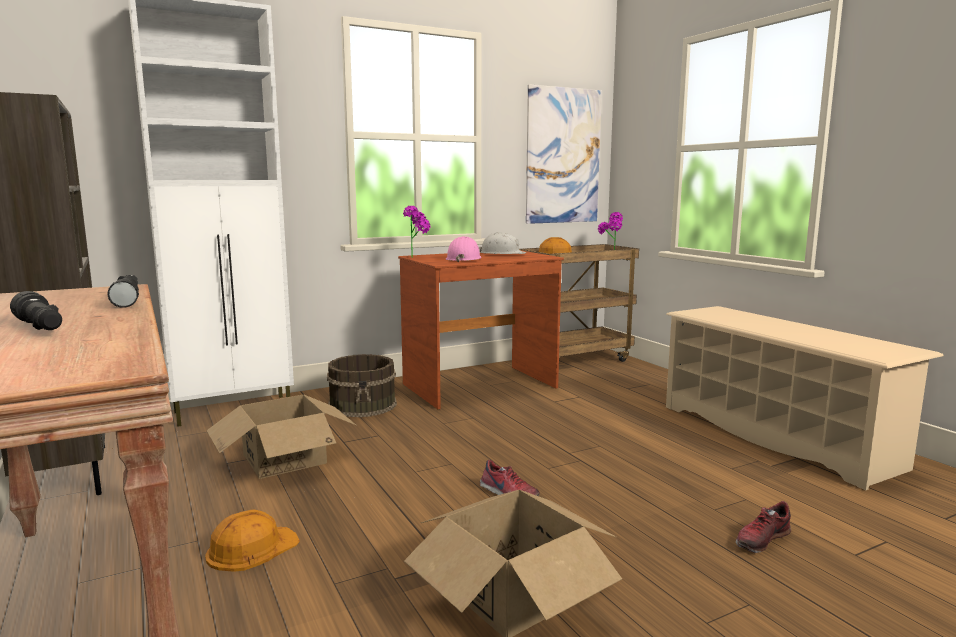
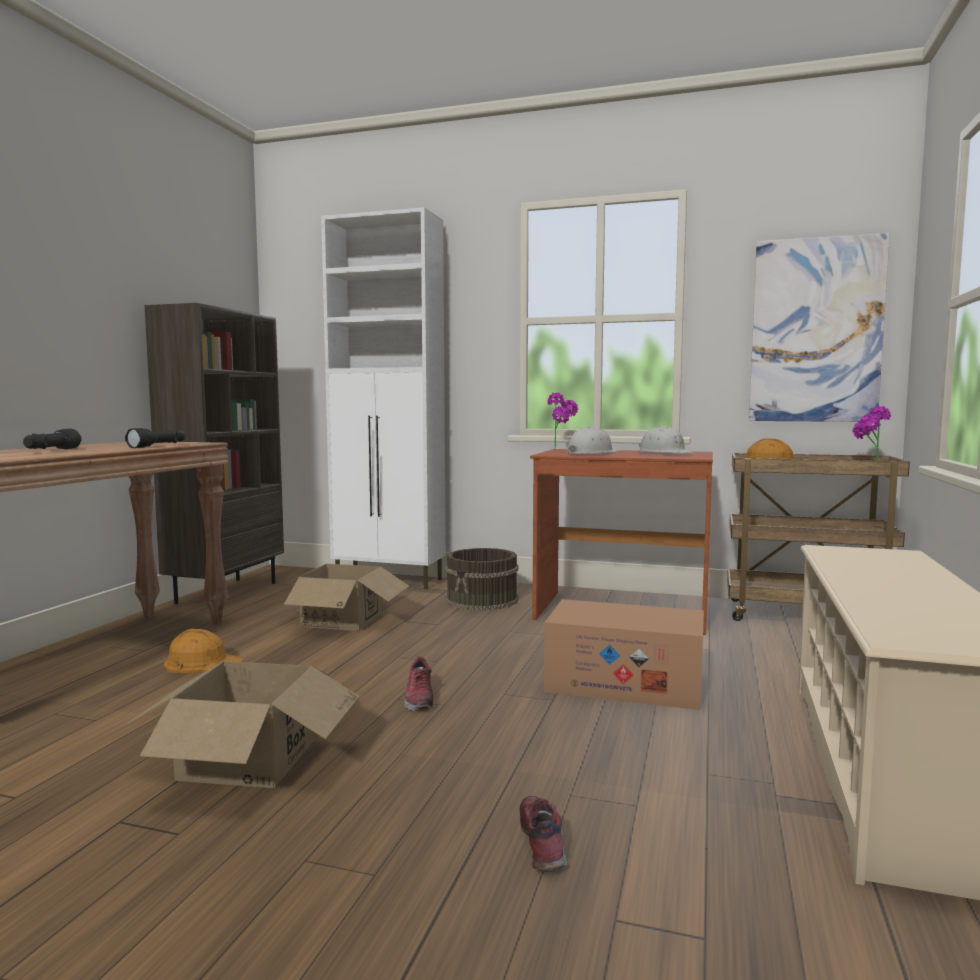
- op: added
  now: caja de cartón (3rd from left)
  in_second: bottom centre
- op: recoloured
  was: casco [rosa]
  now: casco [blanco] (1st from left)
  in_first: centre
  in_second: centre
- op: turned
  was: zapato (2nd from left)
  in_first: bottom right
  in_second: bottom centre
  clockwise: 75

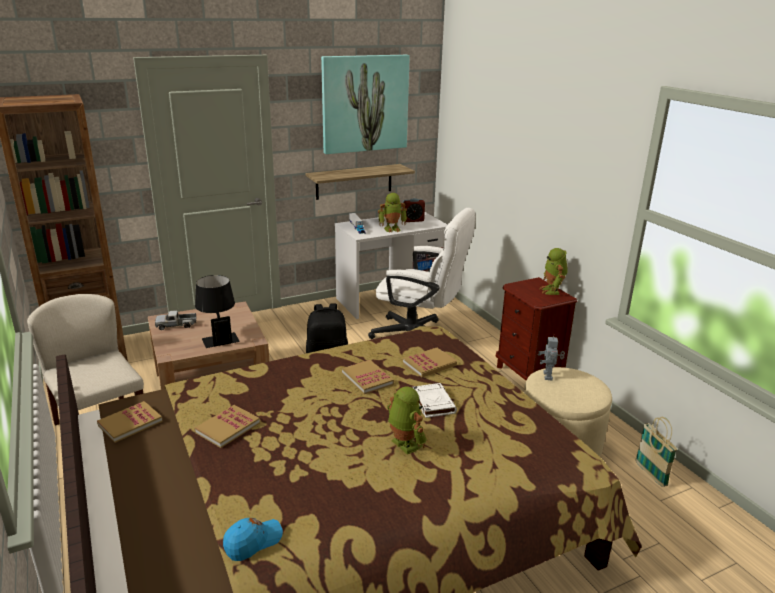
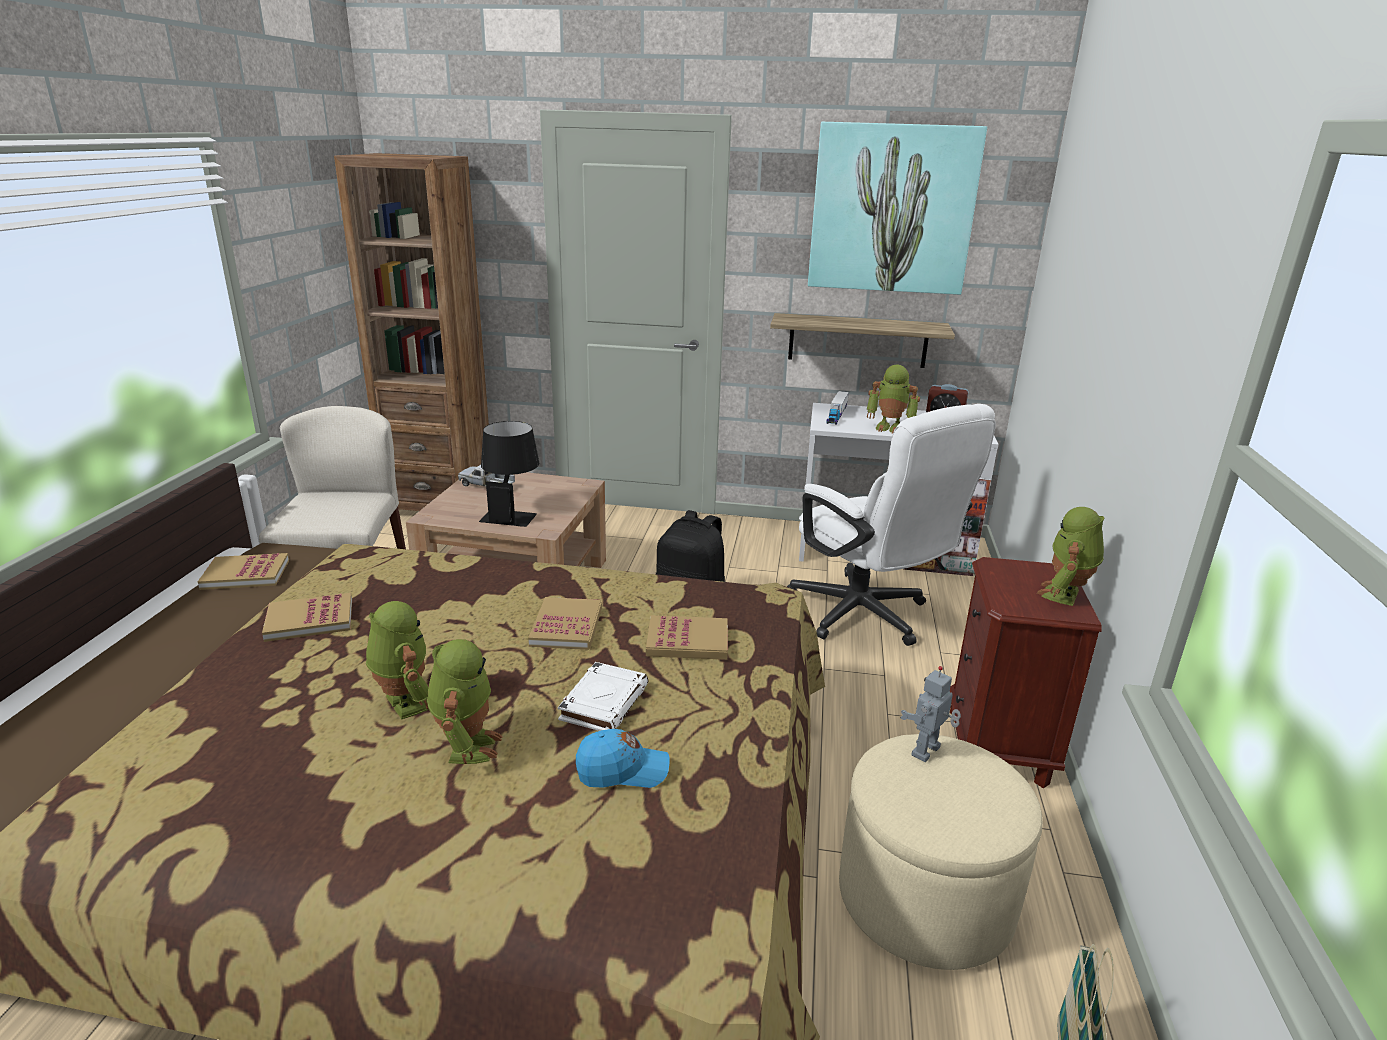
- op: added
  now: robot de juguete (1st from left)
  in_second: middle left
- op: moved
  was: gorra [azul]
  in_first: bottom left
  in_second: bottom centre

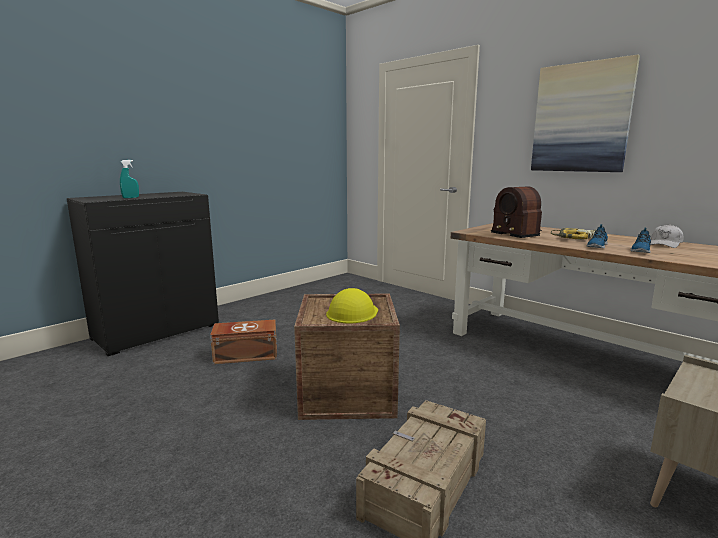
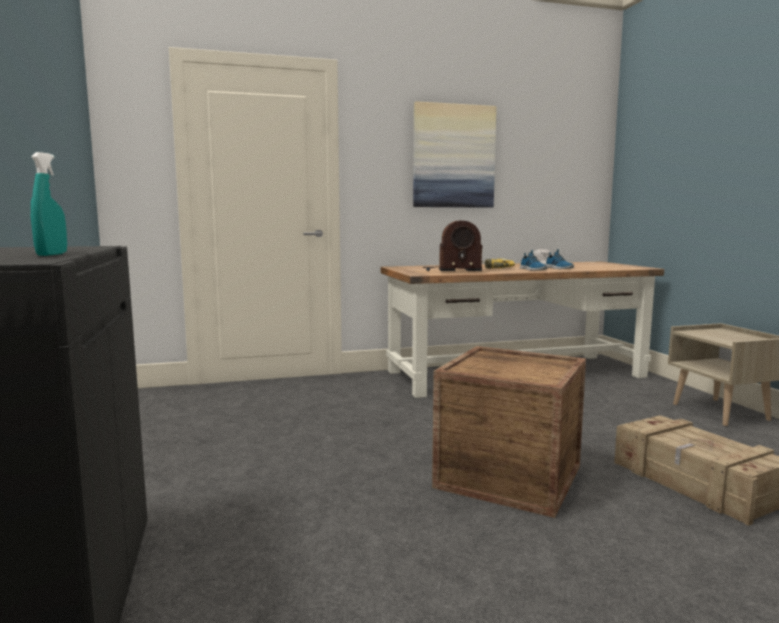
- op: removed
  was: caja de almacenaje [marrón]
  in_first: centre
- op: removed
  was: casco [amarillo]
  in_first: centre

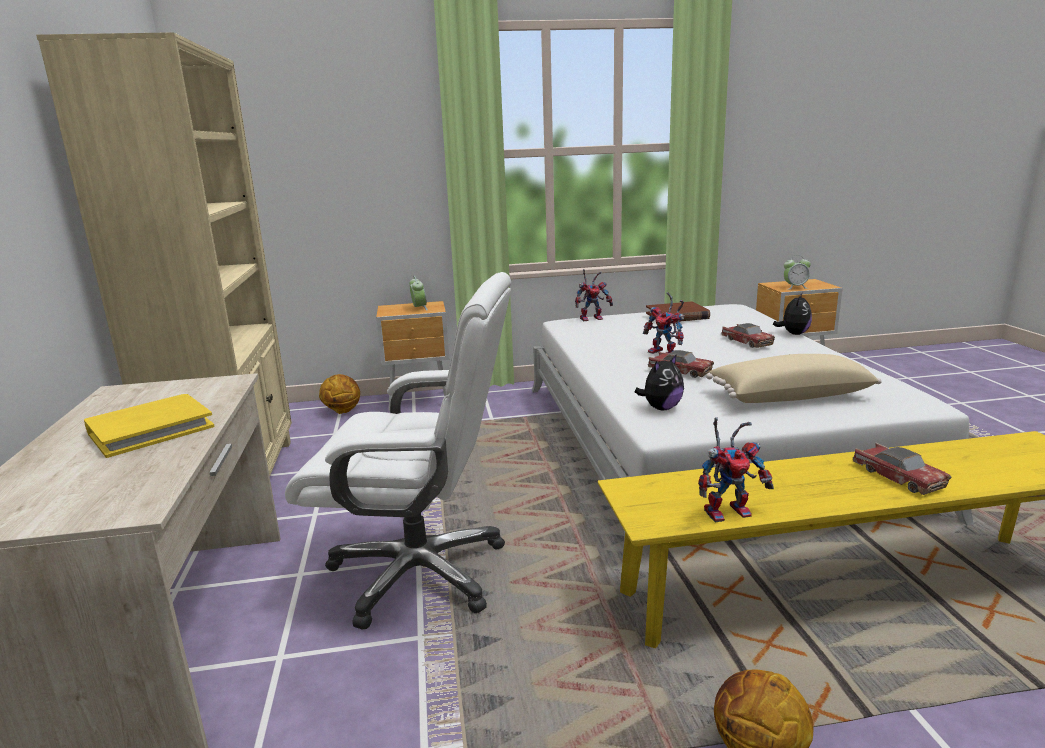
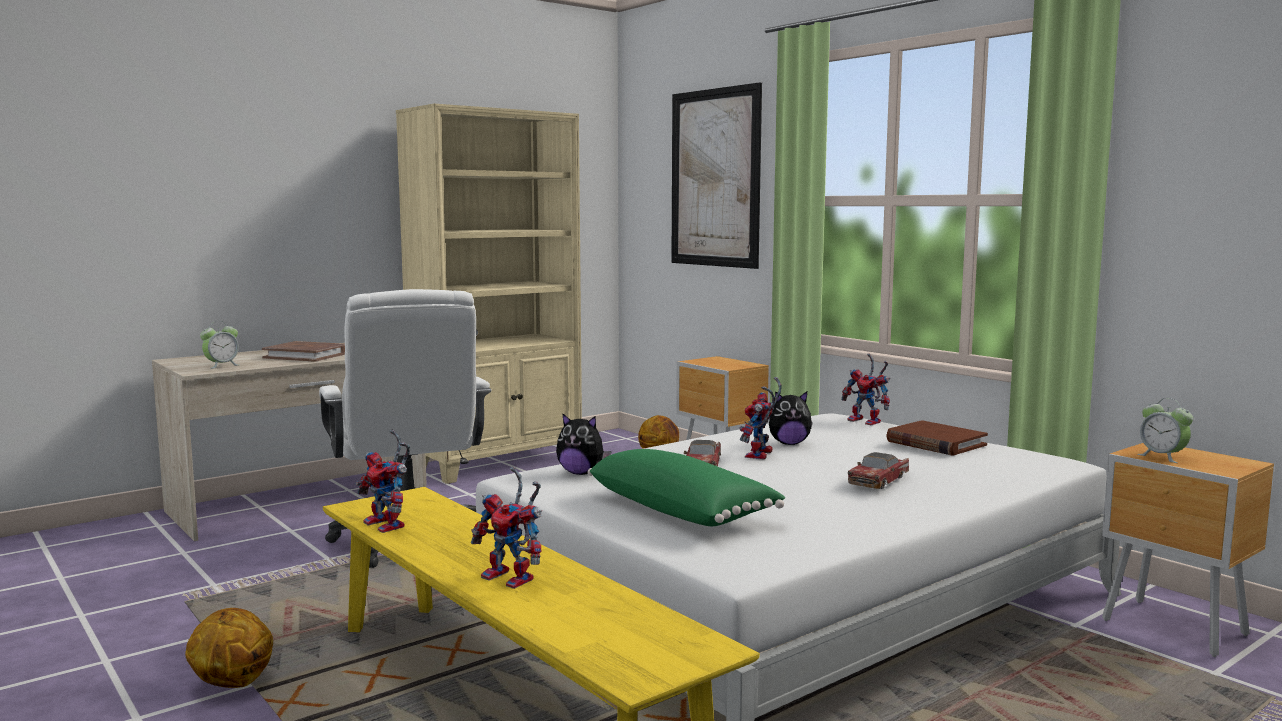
- op: added
  now: cuadro
  in_second: top centre
- op: moved
  was: despertador (1st from left)
  in_first: centre
  in_second: middle left
- op: moved
  was: peluche (2nd from left)
  in_first: middle right
  in_second: centre
- op: replaced
  was: coche de juguete (3rd from left)
  now: robot de juguete (2nd from left)
  in_first: middle right
  in_second: bottom centre
- op: recoloured
  was: libro [amarillo]
  now: libro [marrón] (1st from left)
  in_first: middle left
  in_second: middle left
- op: recoloured
  was: cojín [beis]
  now: cojín [verde]
  in_first: middle right
  in_second: bottom centre

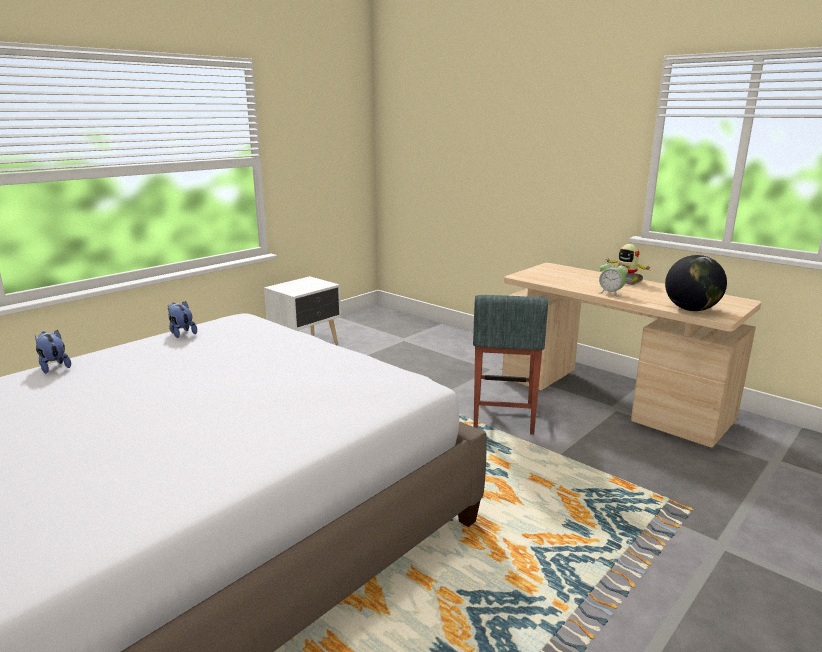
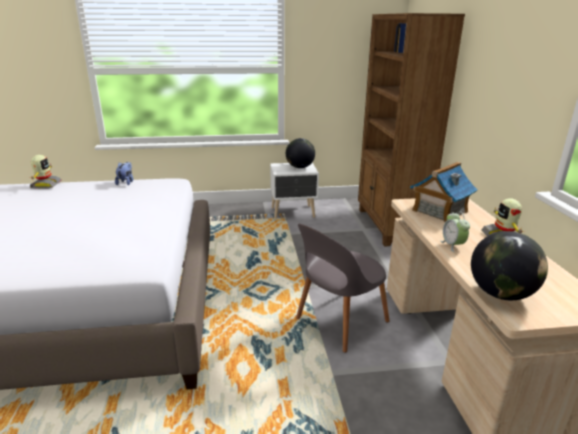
- op: added
  now: globo terráqueo (1st from left)
  in_second: centre
- op: added
  now: estantería [marrón]
  in_second: top right
- op: added
  now: casita
  in_second: middle right
- op: replaced
  was: peluche (1st from left)
  now: robot de juguete (1st from left)
  in_first: middle left
  in_second: middle left
- op: replaced
  was: taburete [gris]
  now: silla [gris]
  in_first: centre
  in_second: centre

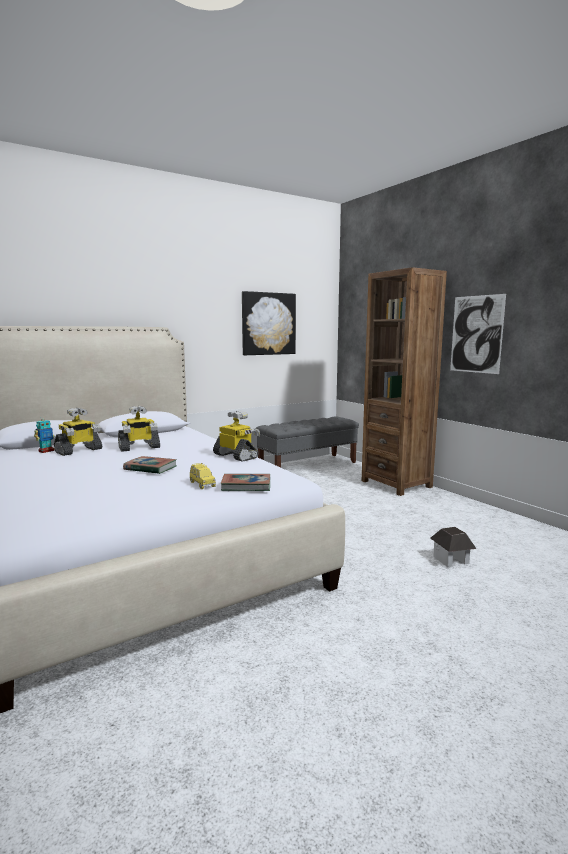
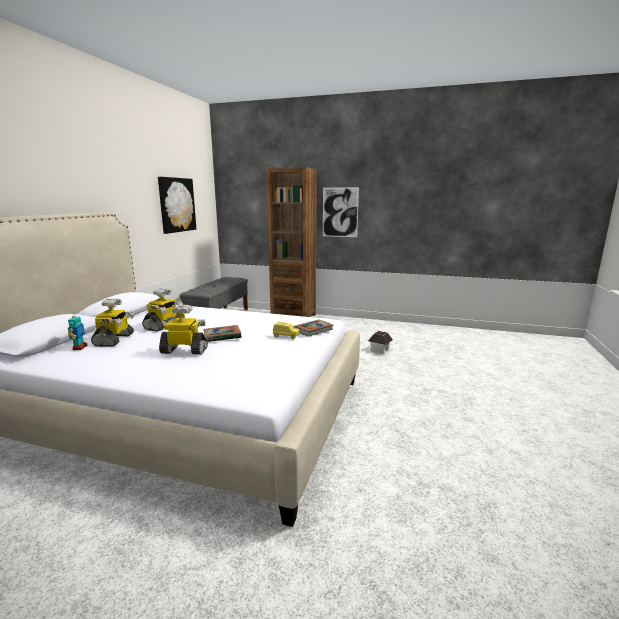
- op: moved
  was: robot de juguete (4th from left)
  in_first: centre
  in_second: middle left

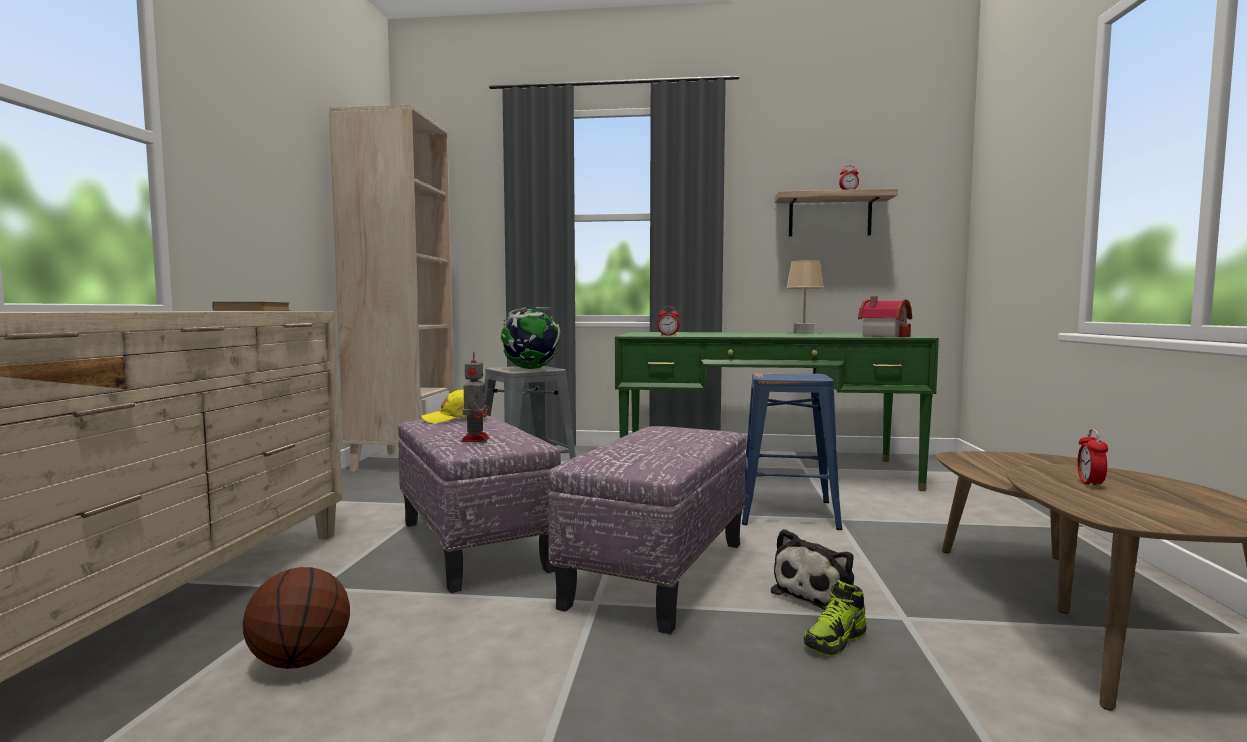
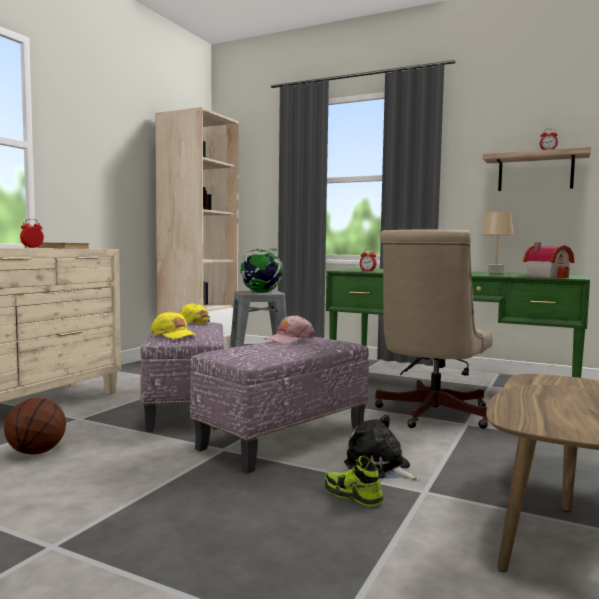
- op: added
  now: gorra [rosa]
  in_second: centre
- op: moved
  was: despertador (3rd from left in the first image)
  now: despertador (1st from left)
  in_first: middle right
  in_second: middle left
- op: replaced
  was: robot de juguete
  now: gorra [amarillo] (1st from left)
  in_first: centre
  in_second: middle left
- op: replaced
  was: taburete [azul]
  now: silla de oficina [beis]
  in_first: centre
  in_second: middle right
- op: turned
  was: peluche
  in_first: bottom centre
  in_second: bottom centre
  clockwise: 75
- op: turned
  was: zapato
  in_first: bottom right
  in_second: bottom centre
  clockwise: 60

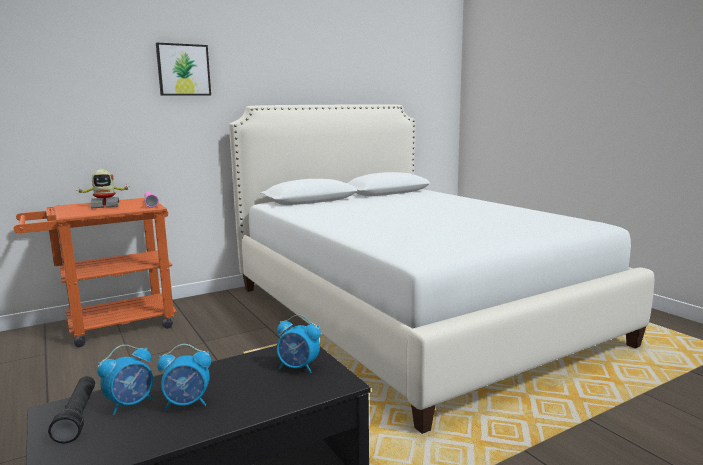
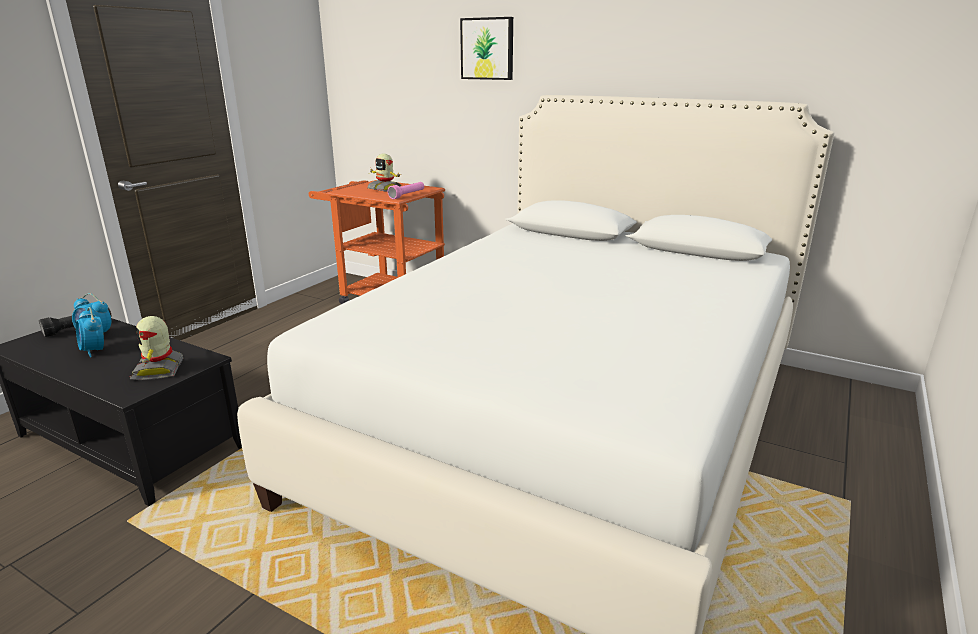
- op: replaced
  was: despertador (3rd from left)
  now: robot de juguete (1st from left)
  in_first: bottom centre
  in_second: middle left

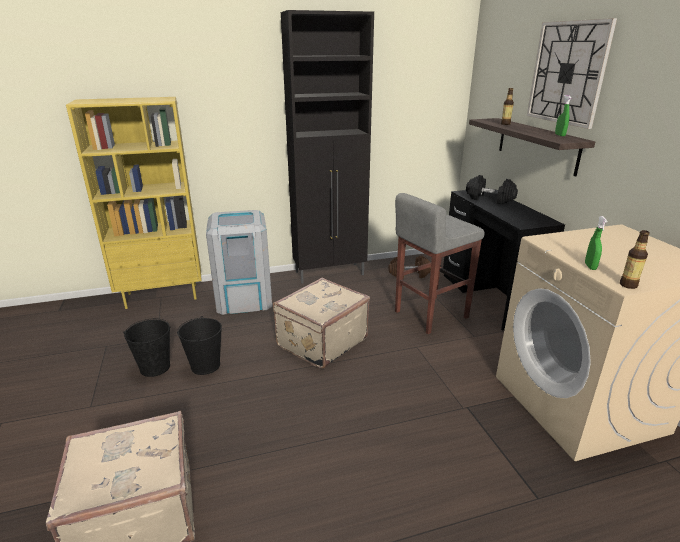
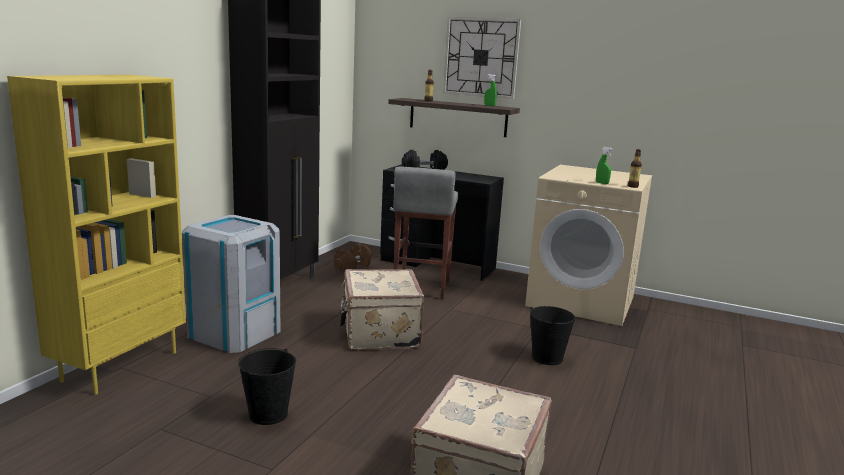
- op: moved
  was: cubo [negro] (2nd from left)
  in_first: middle left
  in_second: bottom centre

